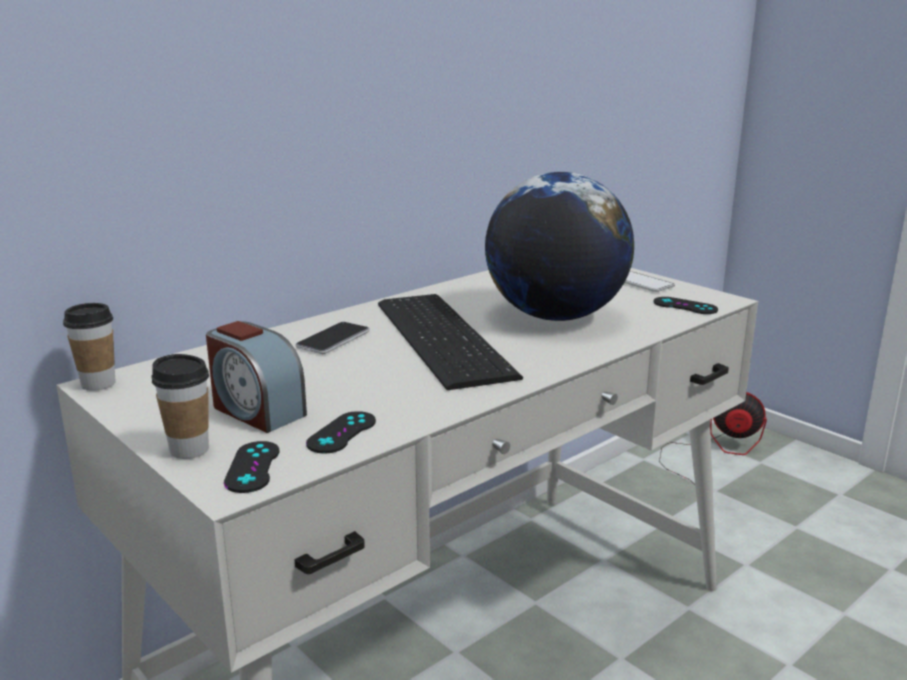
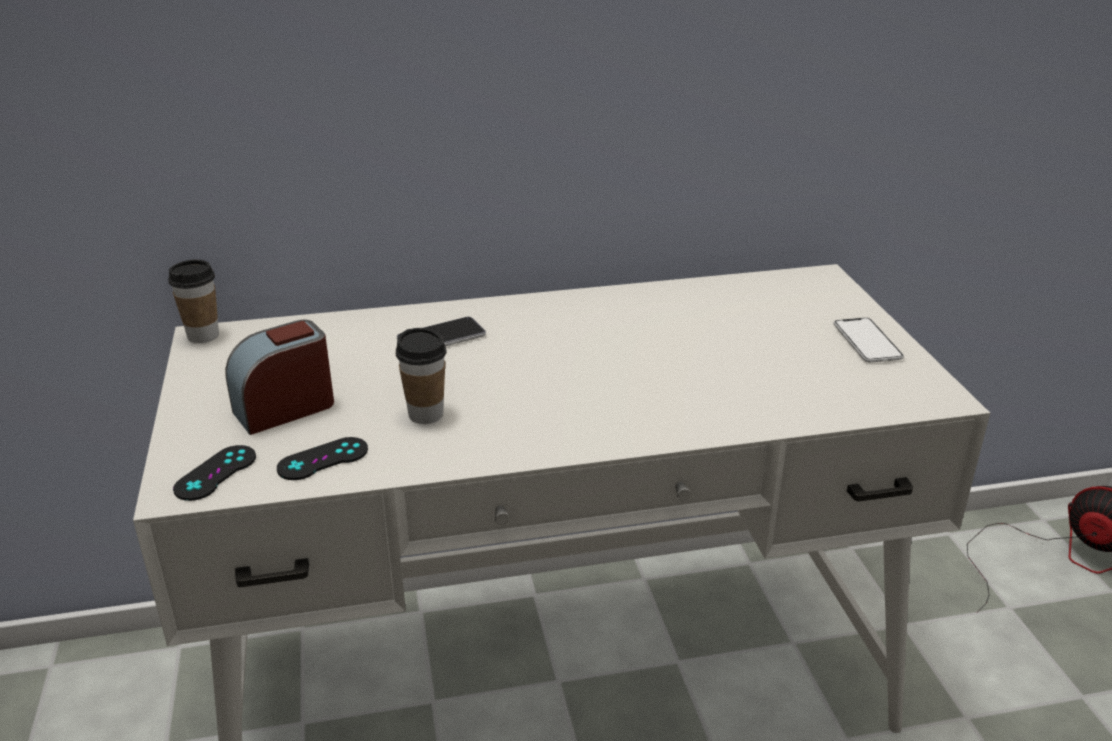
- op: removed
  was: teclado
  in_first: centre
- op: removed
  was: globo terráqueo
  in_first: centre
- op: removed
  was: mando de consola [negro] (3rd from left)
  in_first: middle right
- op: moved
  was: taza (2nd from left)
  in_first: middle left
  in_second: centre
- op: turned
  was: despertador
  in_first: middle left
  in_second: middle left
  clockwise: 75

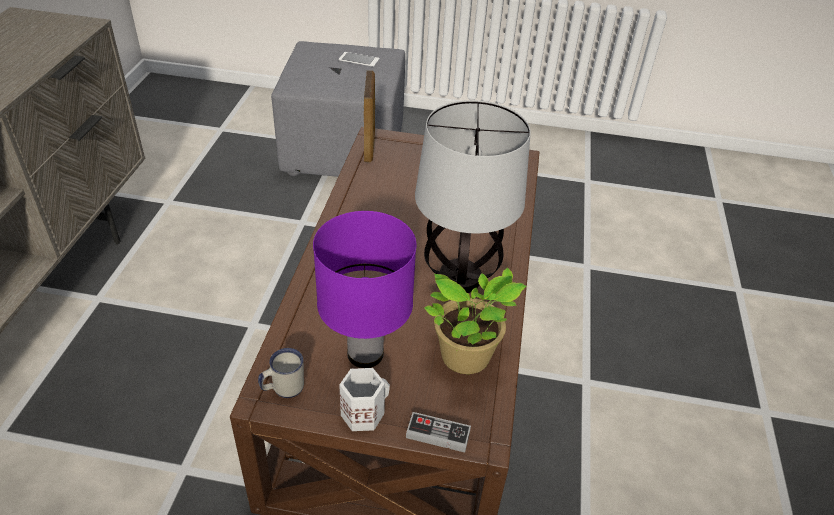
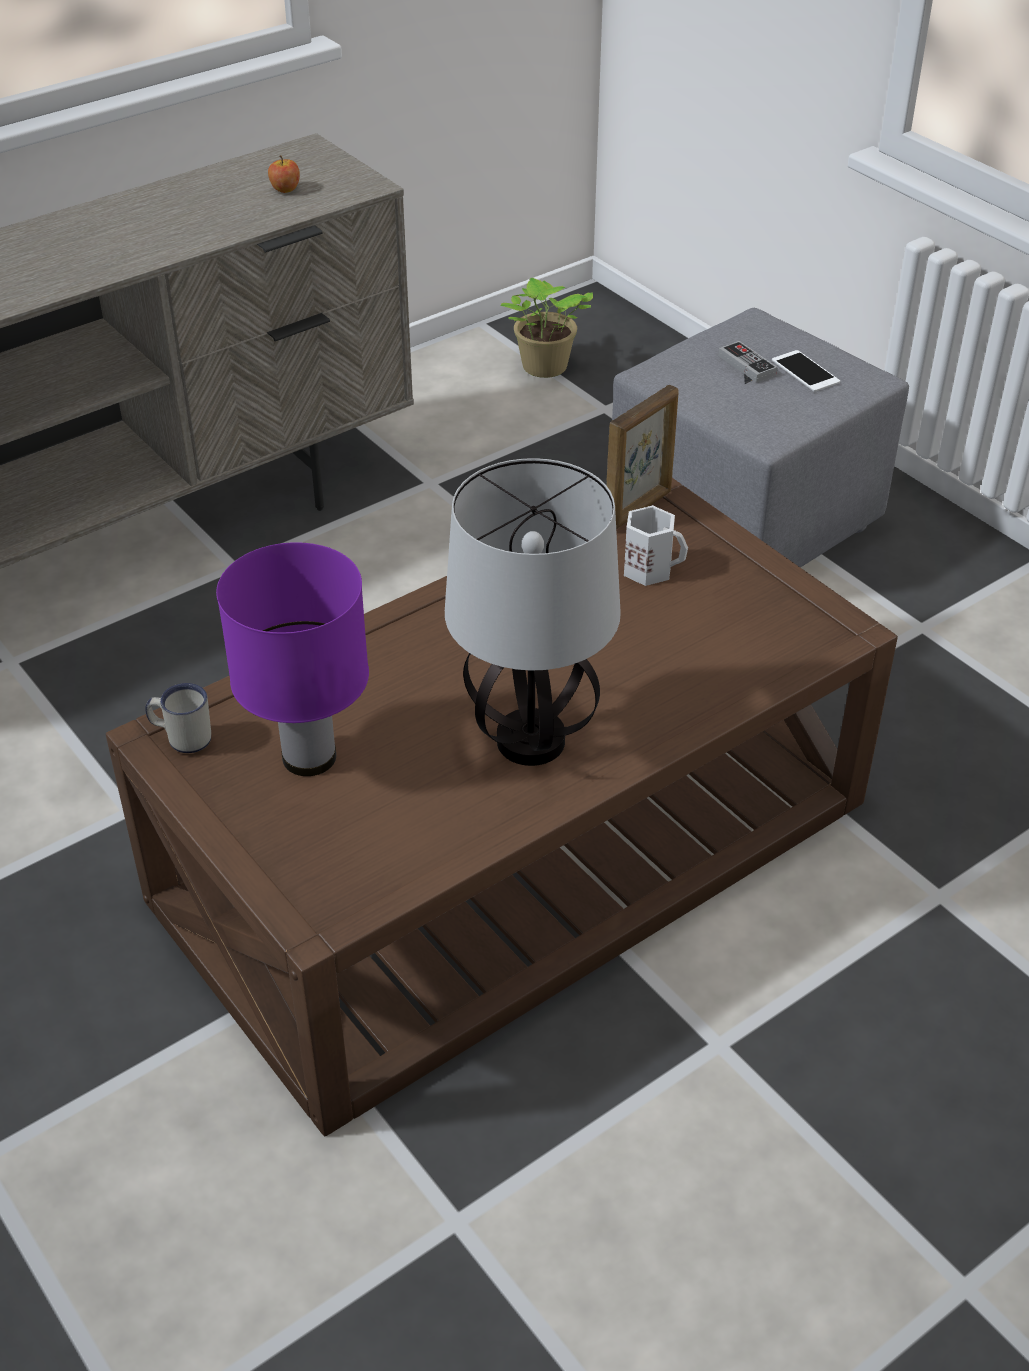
- op: added
  now: manzana
  in_second: top left
- op: moved
  was: taza grande [blanco] (2nd from left)
  in_first: bottom centre
  in_second: centre
- op: moved
  was: mando de consola
  in_first: bottom centre
  in_second: top right
- op: moved
  was: planta en maceta
  in_first: centre
  in_second: top centre

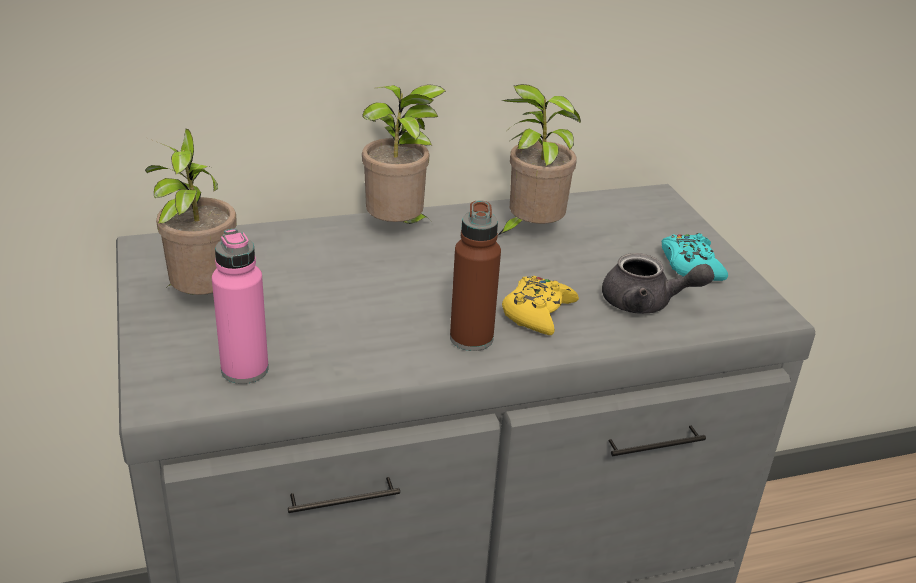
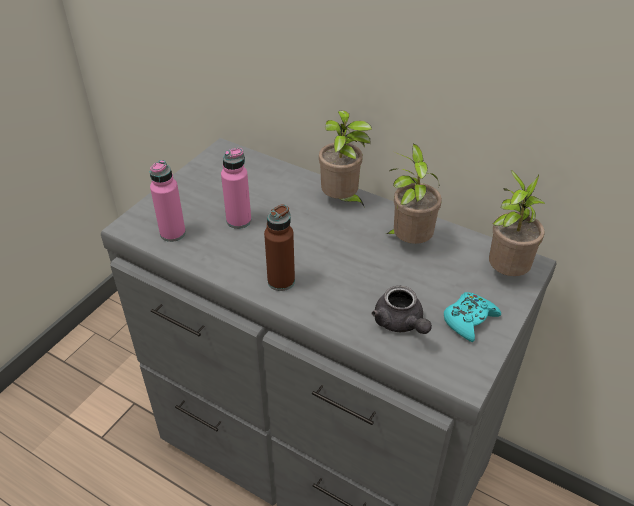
- op: removed
  was: mando de consola [amarillo]
  in_first: centre
- op: added
  now: botella [rosa] (2nd from left)
  in_second: centre
- op: moved
  was: planta en maceta (1st from left in the first image)
  now: planta en maceta (3rd from left)
  in_first: middle left
  in_second: middle right

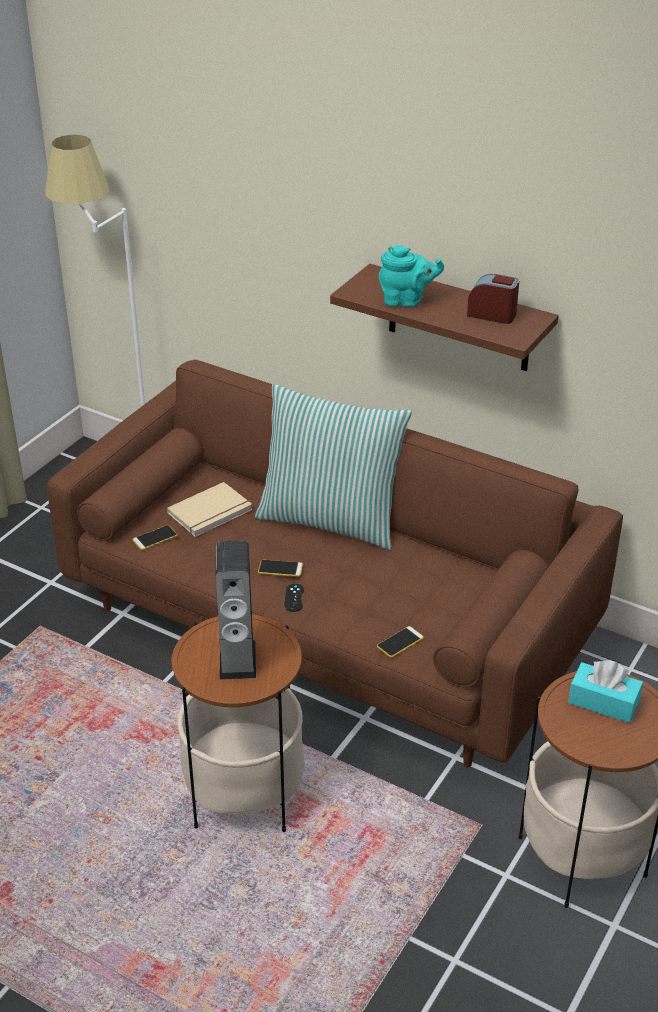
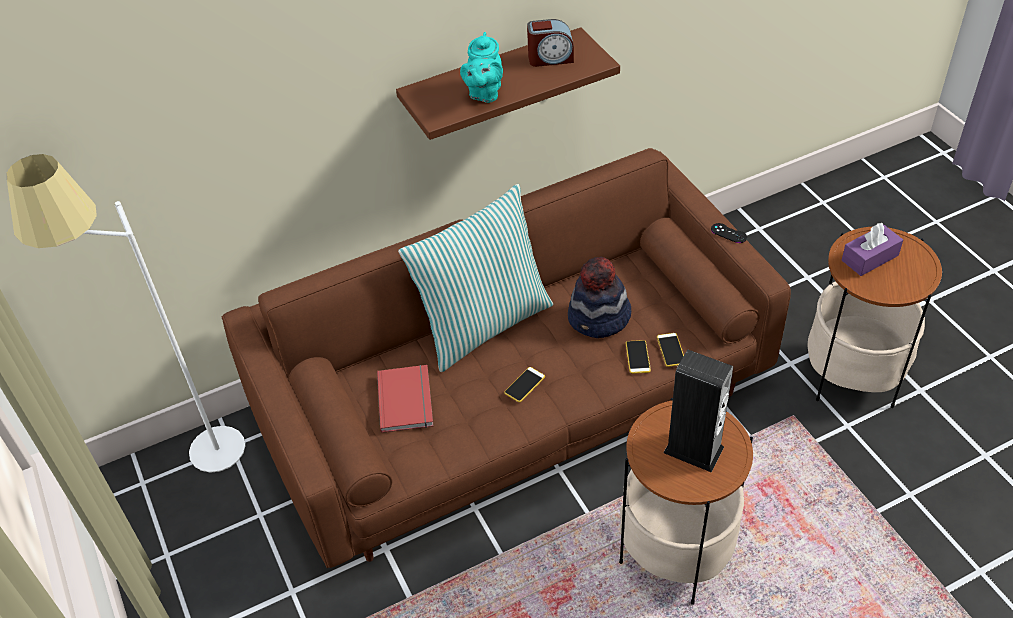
- op: added
  now: sombrero
  in_second: centre
- op: moved
  was: móvil (1st from left in the first image)
  now: móvil (2nd from left)
  in_first: middle left
  in_second: centre
- op: moved
  was: mando de consola [negro]
  in_first: centre
  in_second: middle right
- op: recoloured
  was: libro [beis]
  now: libro [rojo]
  in_first: middle left
  in_second: centre
- op: recoloured
  was: caja de pañuelos [turquesa]
  now: caja de pañuelos [morado]
  in_first: bottom right
  in_second: middle right
- op: turned
  was: tetera [turquesa]
  in_first: top centre
  in_second: top centre
  clockwise: 150
- op: turned
  was: despertador
  in_first: top right
  in_second: top centre
  clockwise: -150

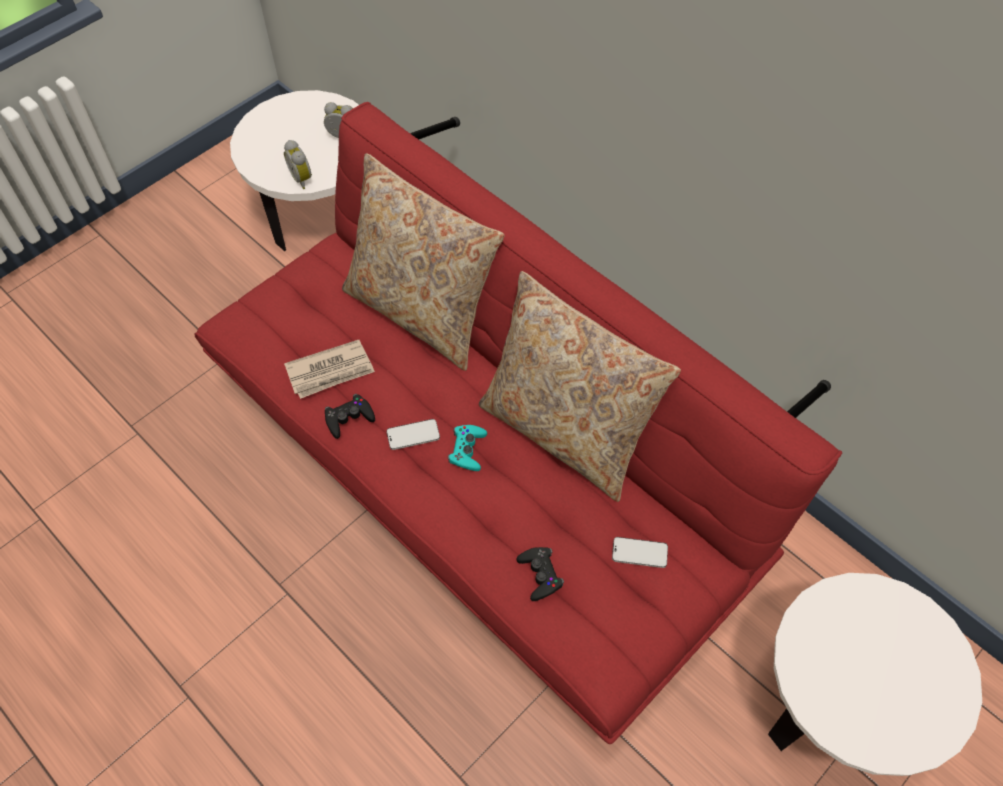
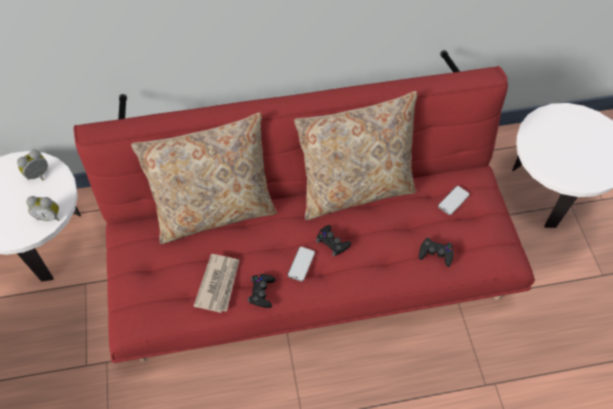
- op: recoloured
  was: mando de consola [turquesa]
  now: mando de consola [negro] (2nd from left)
  in_first: centre
  in_second: centre

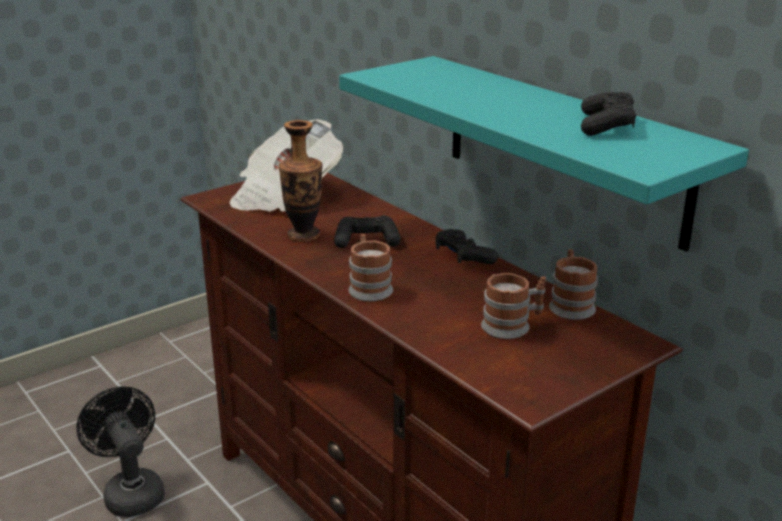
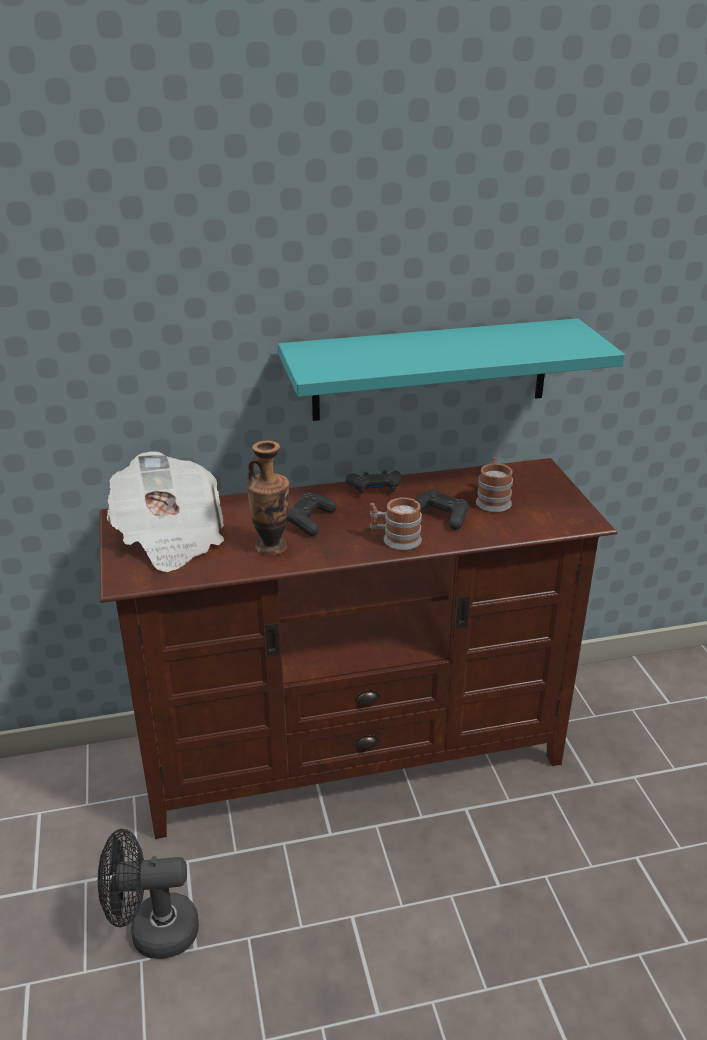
- op: removed
  was: taza grande (3rd from left)
  in_first: middle right
- op: moved
  was: mando de consola [negro] (3rd from left)
  in_first: top right
  in_second: centre

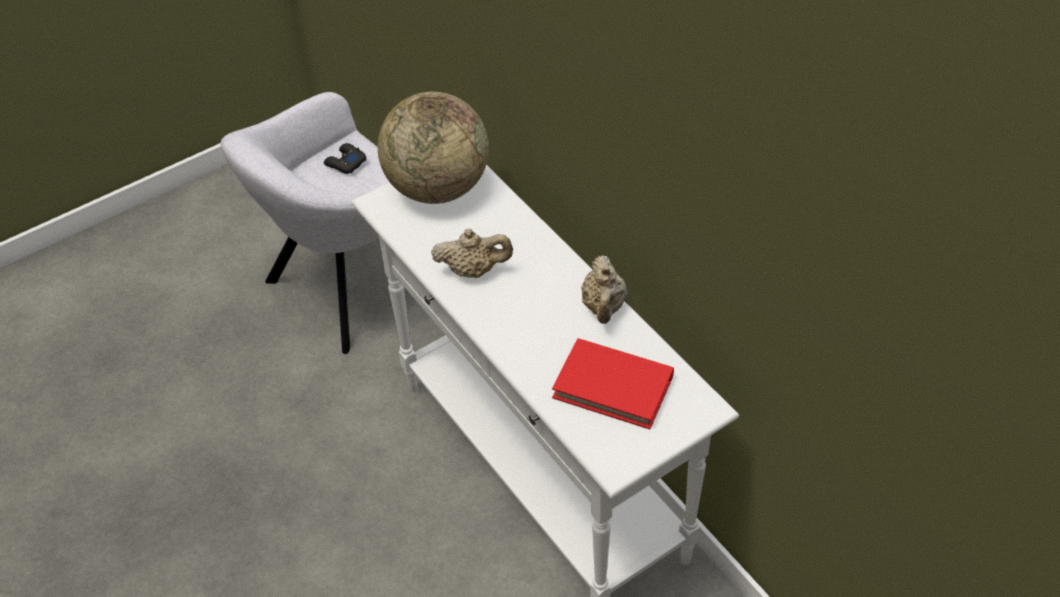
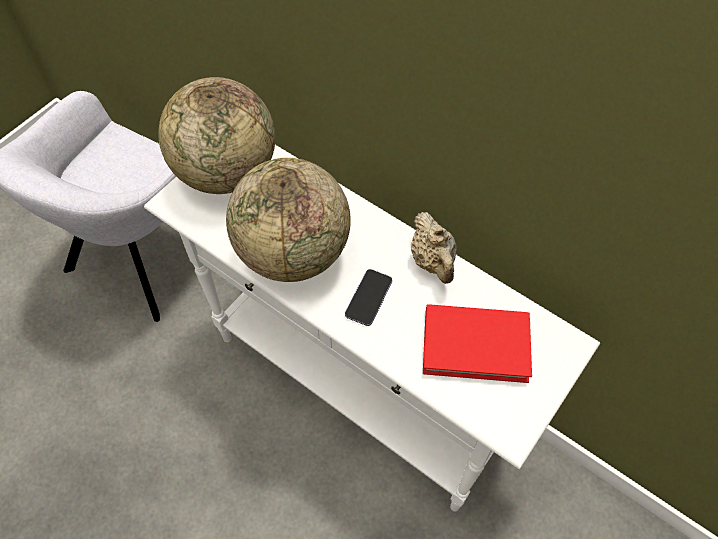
- op: removed
  was: mando de consola [negro]
  in_first: top left
- op: added
  now: móvil
  in_second: centre
- op: replaced
  was: tetera [beis] (1st from left)
  now: globo terráqueo (2nd from left)
  in_first: centre
  in_second: centre

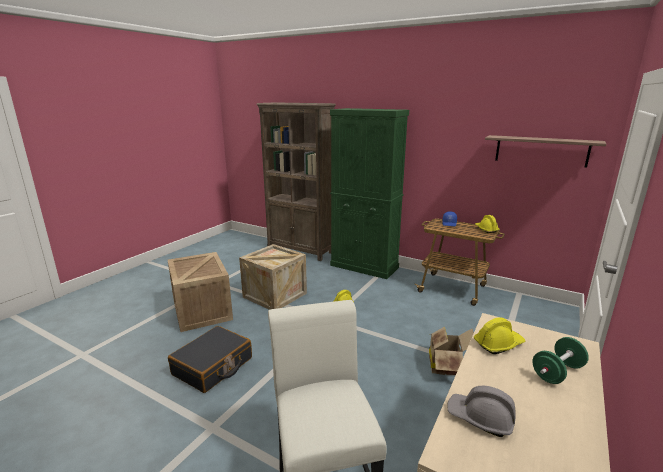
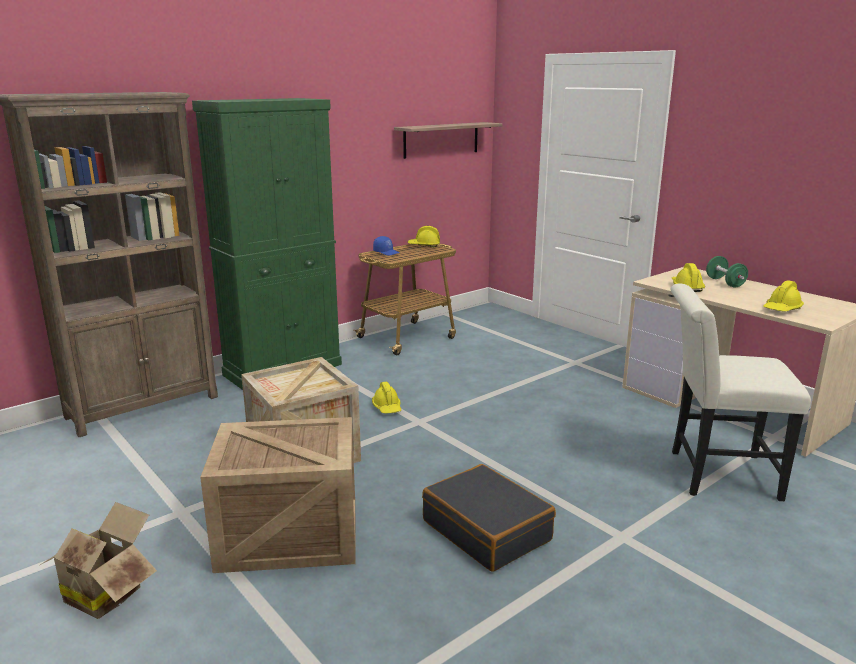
- op: moved
  was: caja de cartón
  in_first: bottom right
  in_second: bottom left
- op: recoloured
  was: casco [gris]
  now: casco [amarillo] (4th from left)
  in_first: bottom right
  in_second: middle right

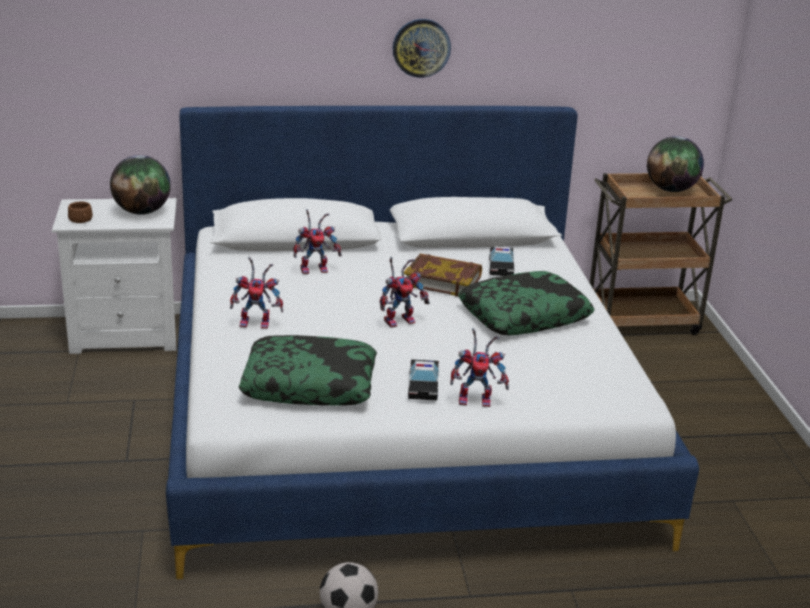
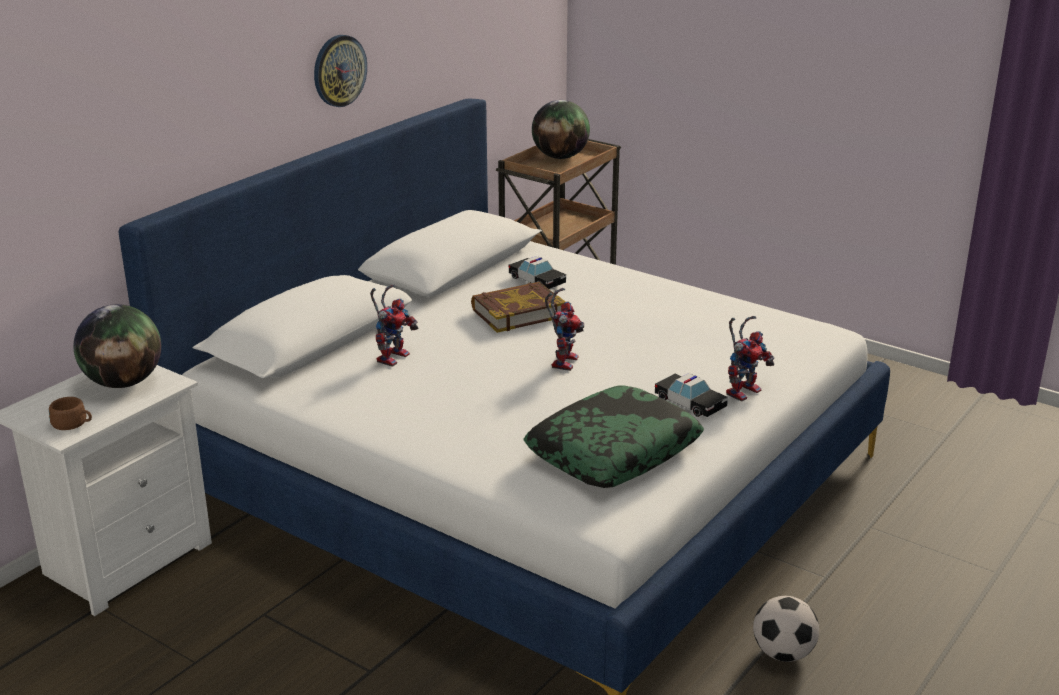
- op: removed
  was: robot de juguete (1st from left)
  in_first: middle left
- op: removed
  was: cojín (2nd from left)
  in_first: centre

